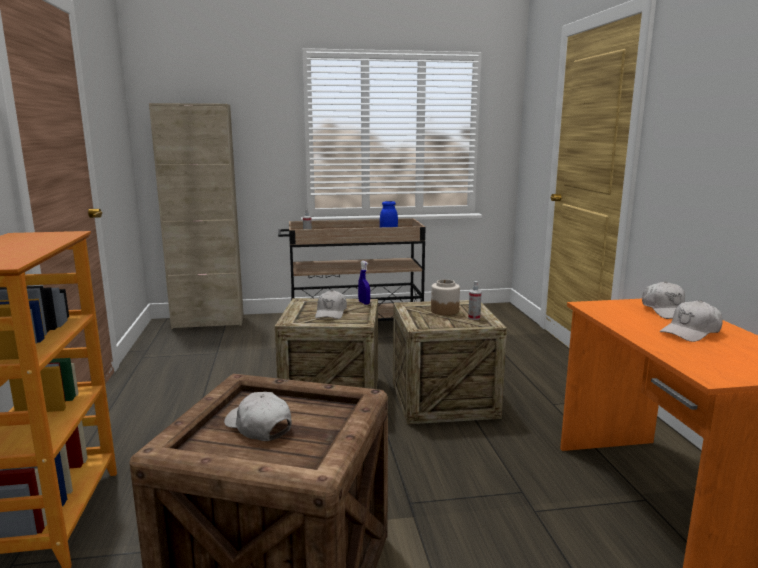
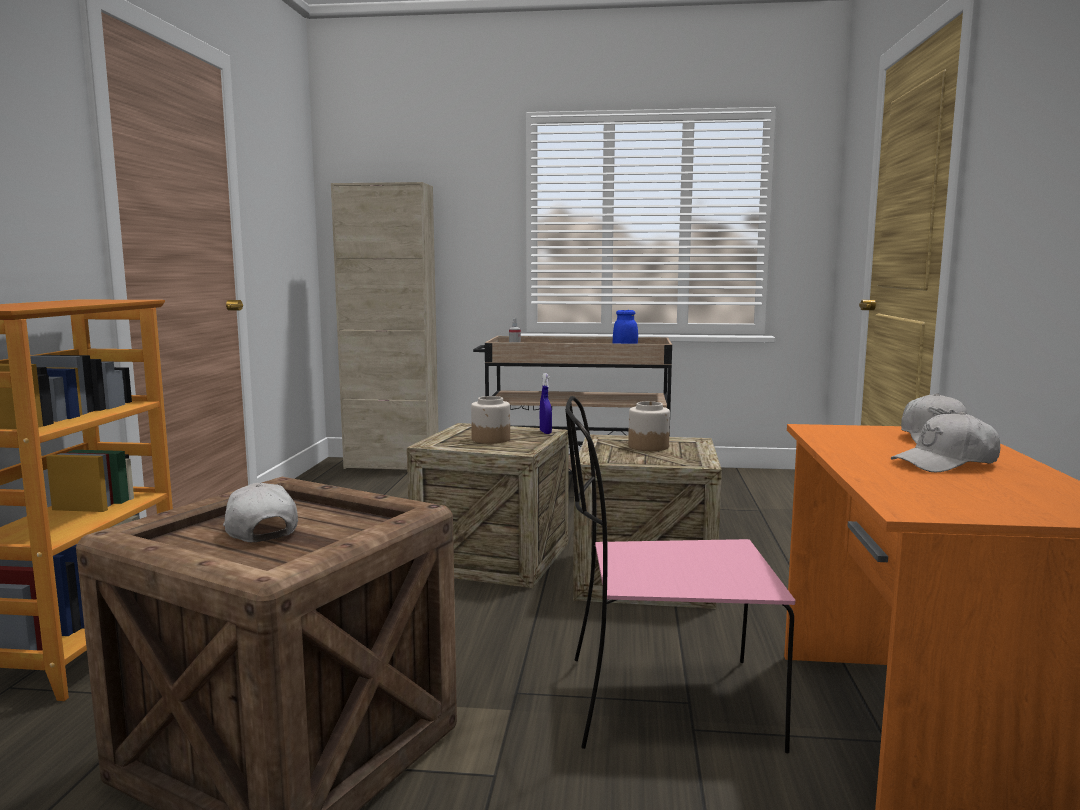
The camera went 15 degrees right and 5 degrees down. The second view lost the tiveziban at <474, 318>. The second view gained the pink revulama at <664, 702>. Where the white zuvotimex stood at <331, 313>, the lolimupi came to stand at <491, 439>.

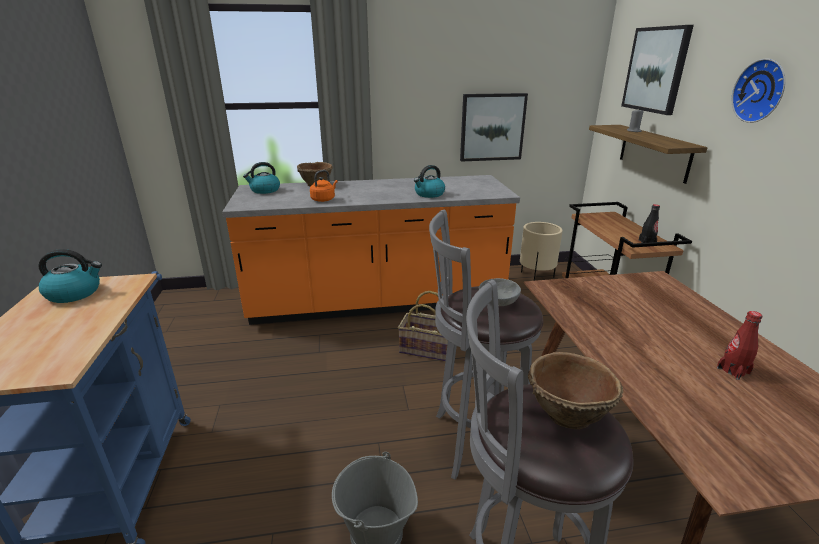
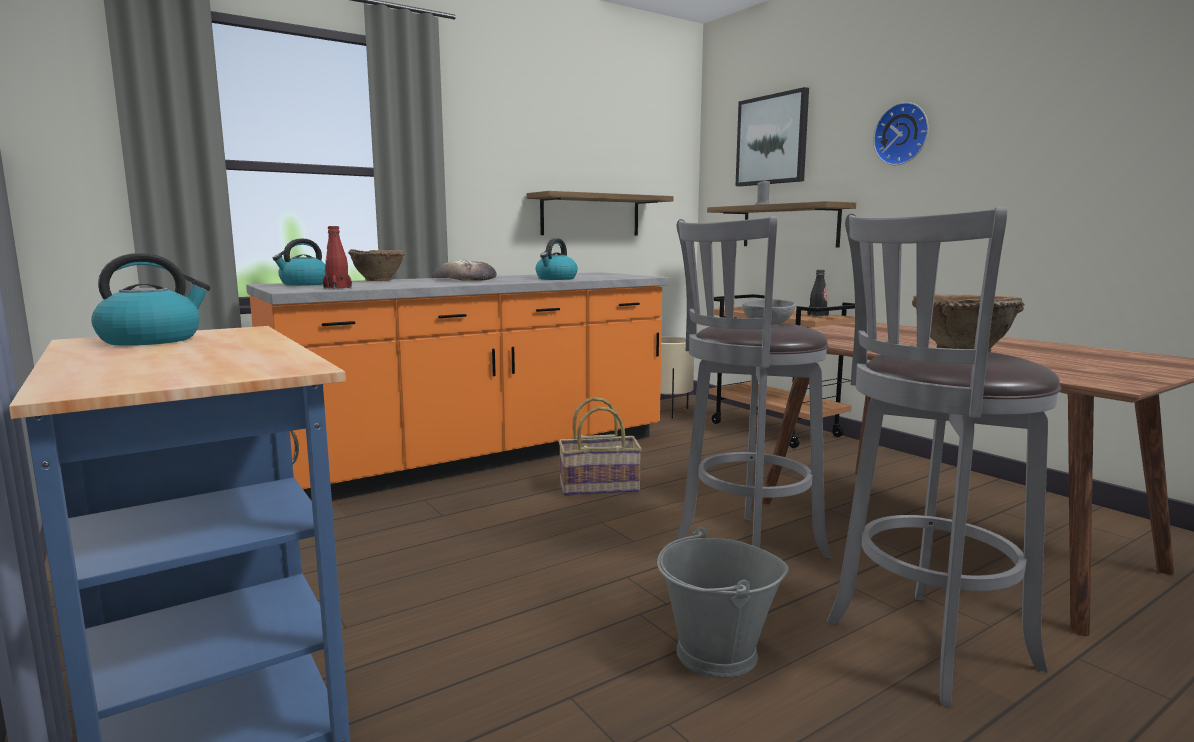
The camera went 25 degrees left and 15 degrees down. The second view lost the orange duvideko at <324, 199>. The second view gained the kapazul at <464, 279>. The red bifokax ended up elsewhere, having gone from <733, 370> to <337, 288>. Where the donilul hung at <492, 127>, the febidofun came to hang at <590, 215>.

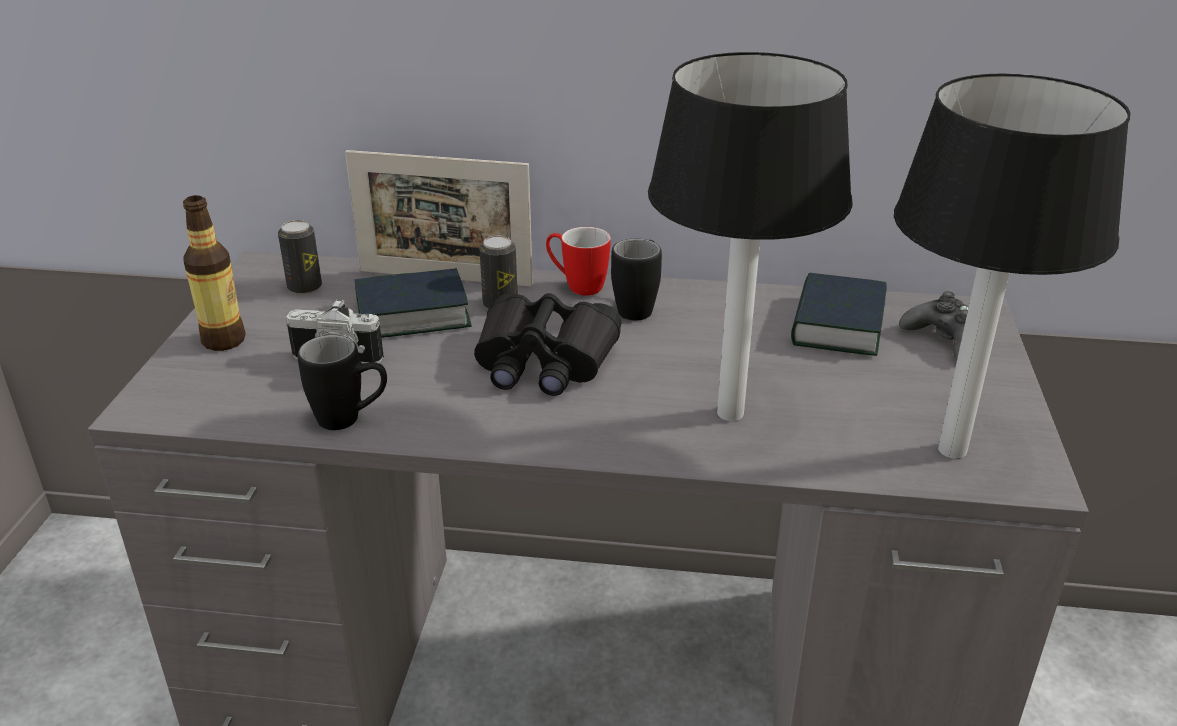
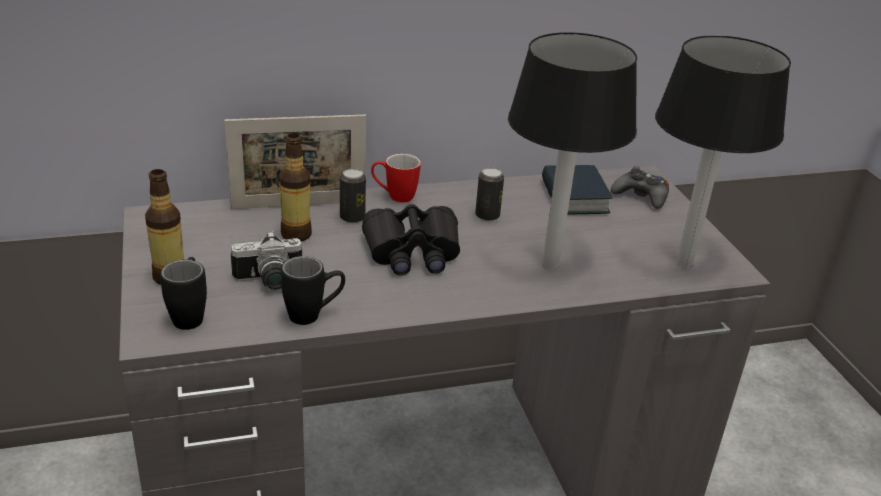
The camera went 25 degrees left and 0 degrees up. The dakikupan ended up elsewhere, having gone from <304, 287> to <487, 215>. The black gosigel ended up elsewhere, having gone from <639, 306> to <190, 314>. Where the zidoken stood at <412, 314>, the bifokax came to stand at <296, 234>.

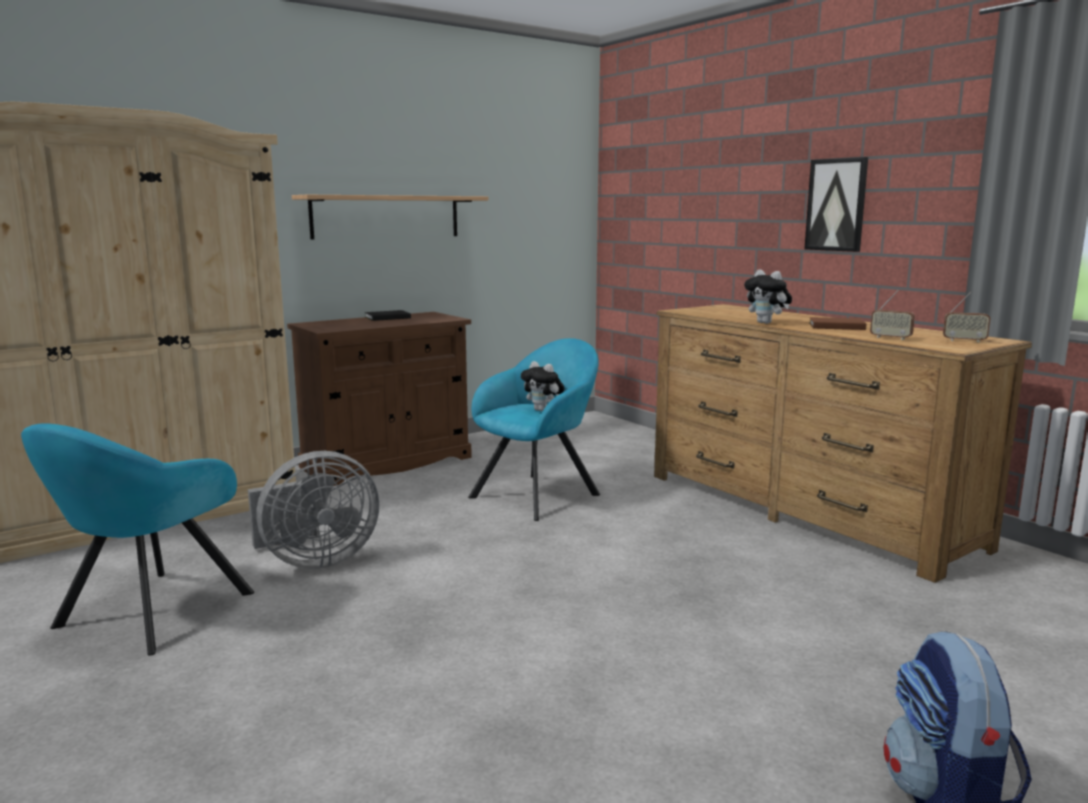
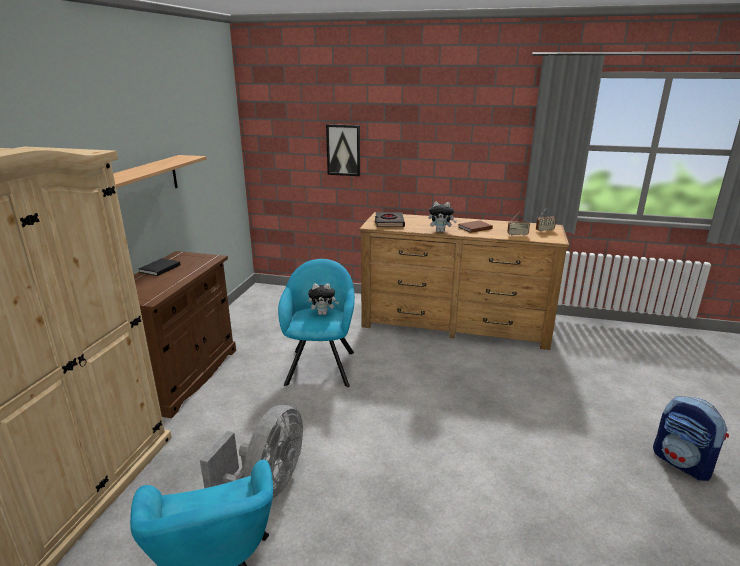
The camera went 40 degrees left and 10 degrees up. The second view gained the black zidoken at <389, 222>. The donilul ended up elsewhere, having gone from <836, 205> to <343, 150>.

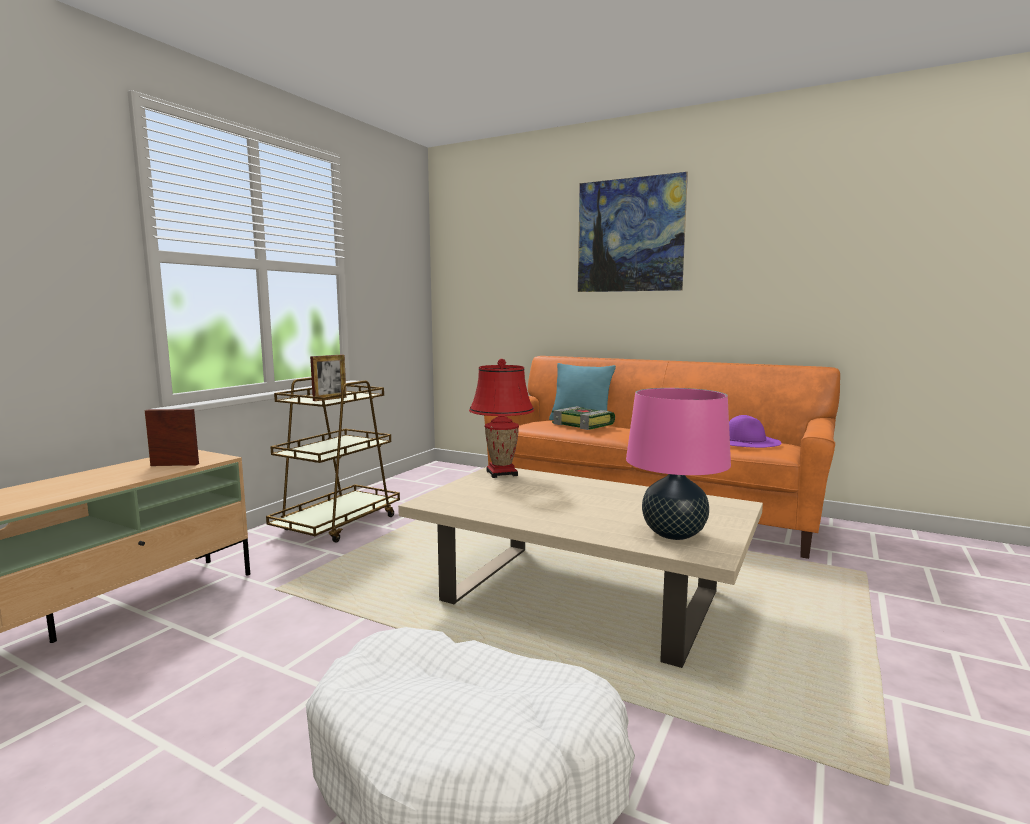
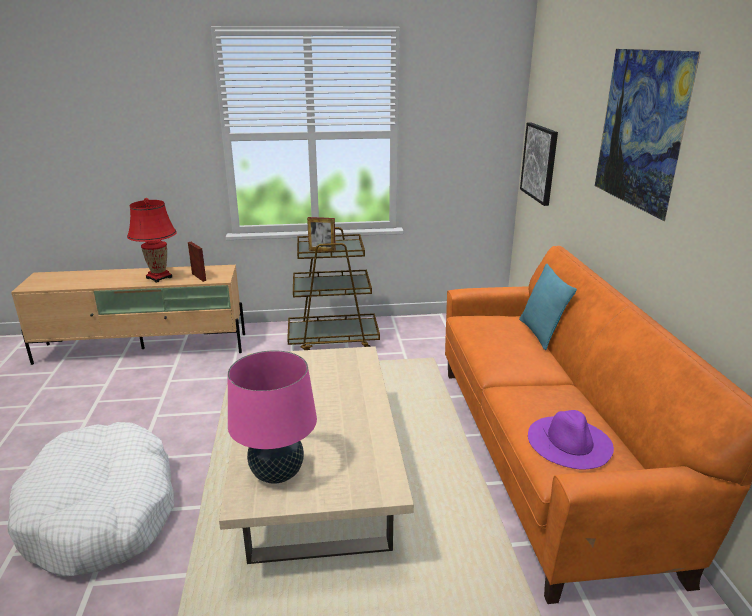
The camera went 55 degrees right and 15 degrees up. The second view lost the zidoken at <584, 424>. The second view gained the donilul at <539, 162>. The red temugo ended up elsewhere, having gone from <502, 473> to <159, 277>.

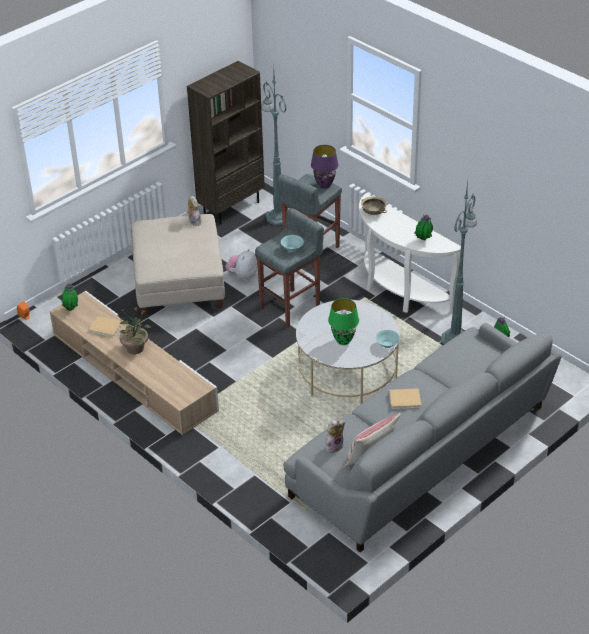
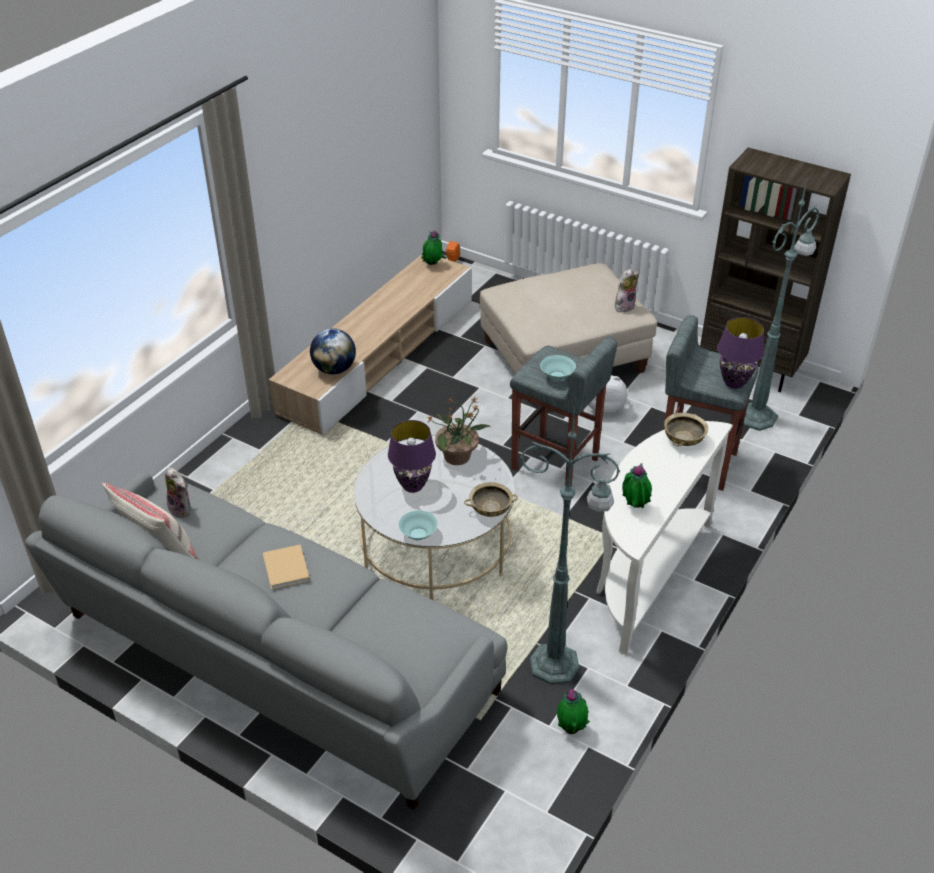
The camera went 75 degrees right and 0 degrees up. The second view lost the beige zidoken at <106, 328>. The second view gained the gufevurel at <334, 369>. The second view gained the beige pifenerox at <490, 509>. The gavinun ended up elsewhere, having gone from <135, 348> to <458, 456>. What was the green temugo at <343, 341> turned into the purple temugo at <413, 486>.

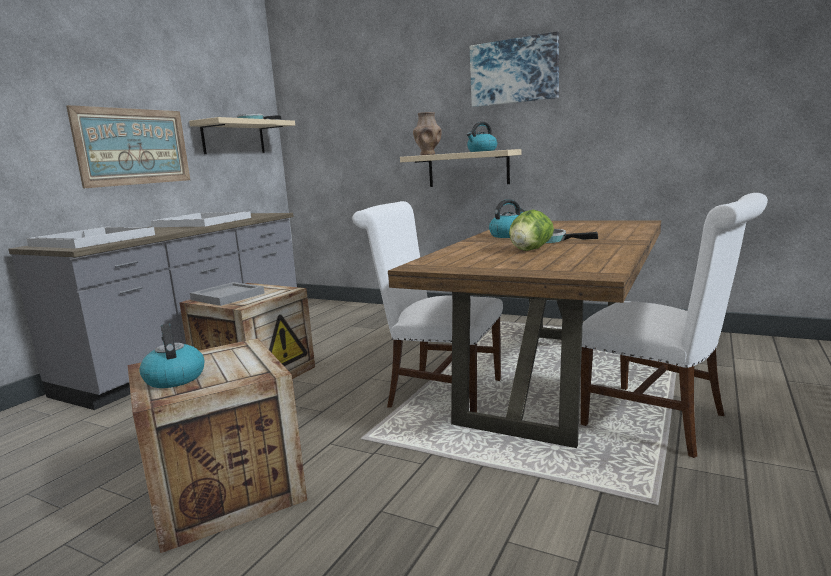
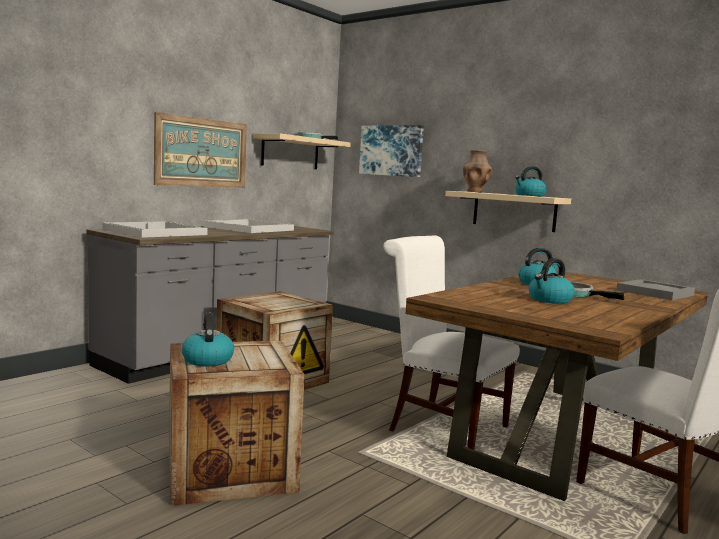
The camera went 10 degrees right and 5 degrees down. The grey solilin ended up elsewhere, having gone from <228, 296> to <654, 292>. The donilul ended up elsewhere, having gone from <514, 71> to <391, 150>. Where the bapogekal stood at <530, 250>, the duvideko came to stand at <549, 300>.

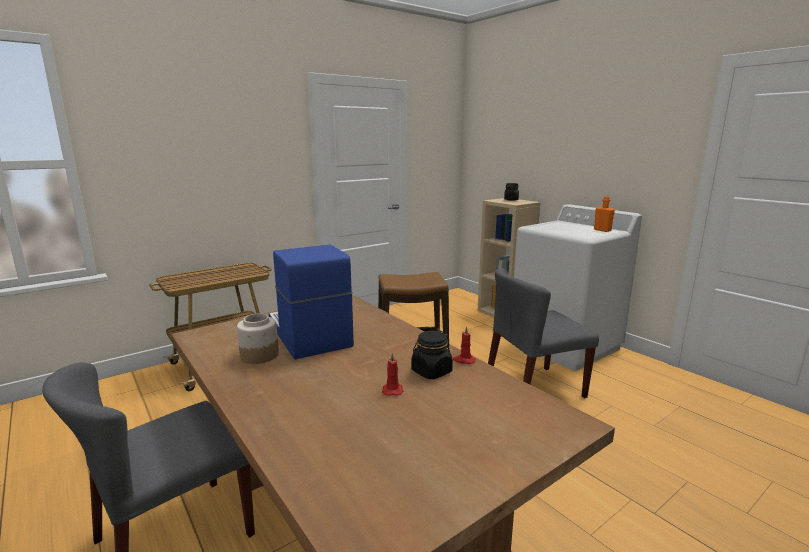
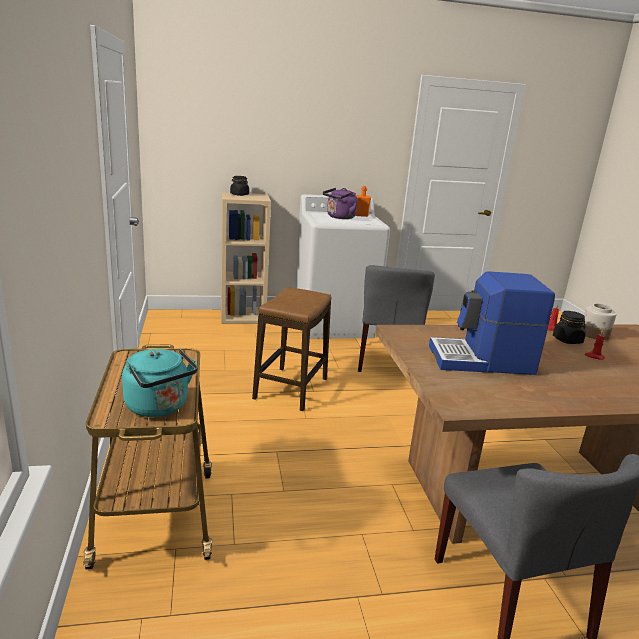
The camera went 65 degrees left and 5 degrees up. The second view gained the turquoise duvideko at <159, 407>. The second view gained the purple duvideko at <339, 217>. The lolimupi ended up elsewhere, having gone from <259, 355> to <594, 334>.

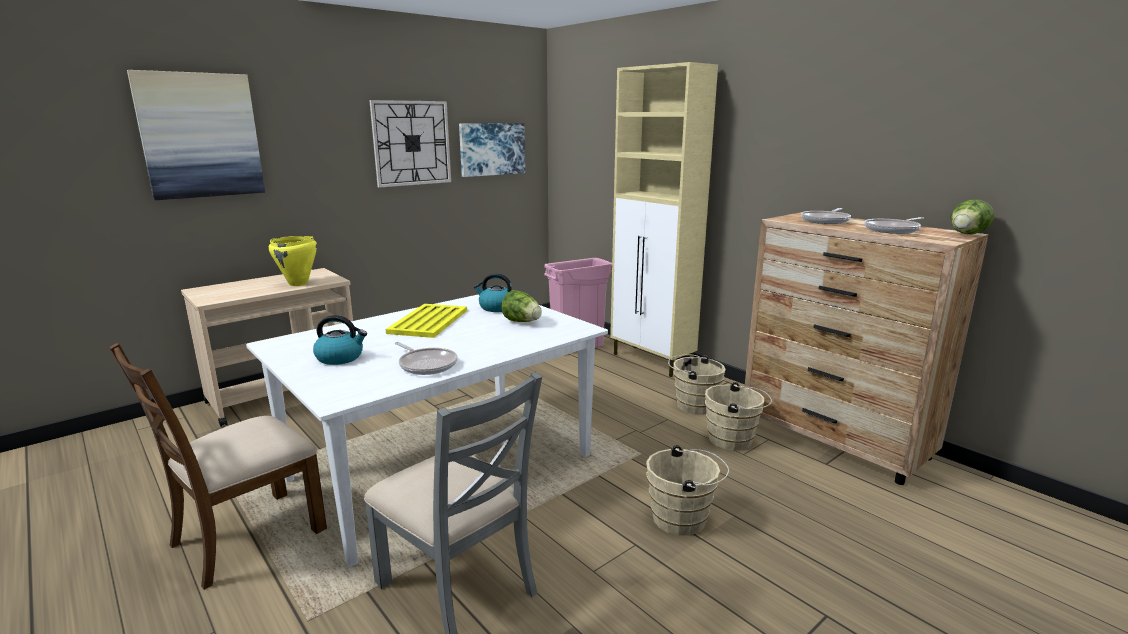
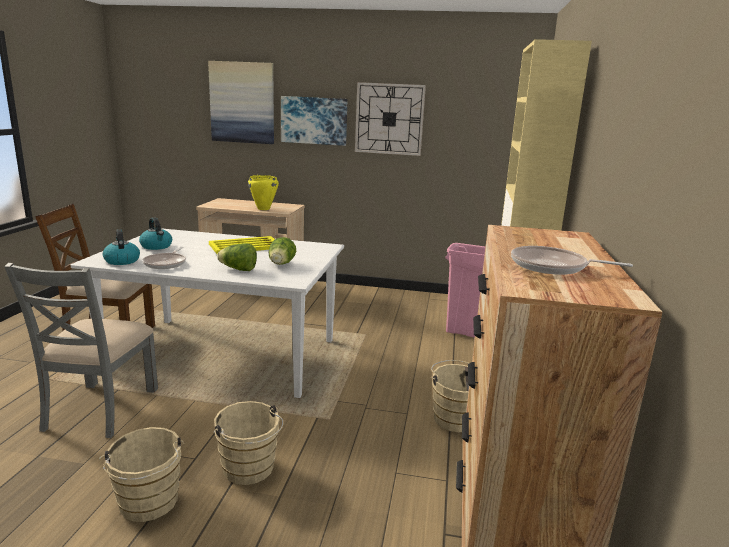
The camera went 50 degrees right and 0 degrees up. The second view lost the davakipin at <826, 221>. The donilul ended up elsewhere, having gone from <492, 149> to <314, 120>. The duvideko ended up elsewhere, having gone from <496, 308> to <122, 261>. The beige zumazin ended up elsewhere, having gone from <734, 440> to <148, 505>. The bapogekal ended up elsewhere, having gone from <966, 235> to <238, 269>.

